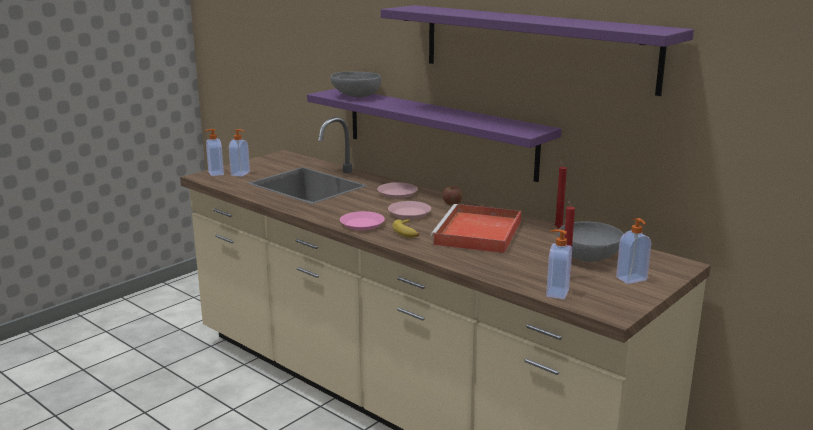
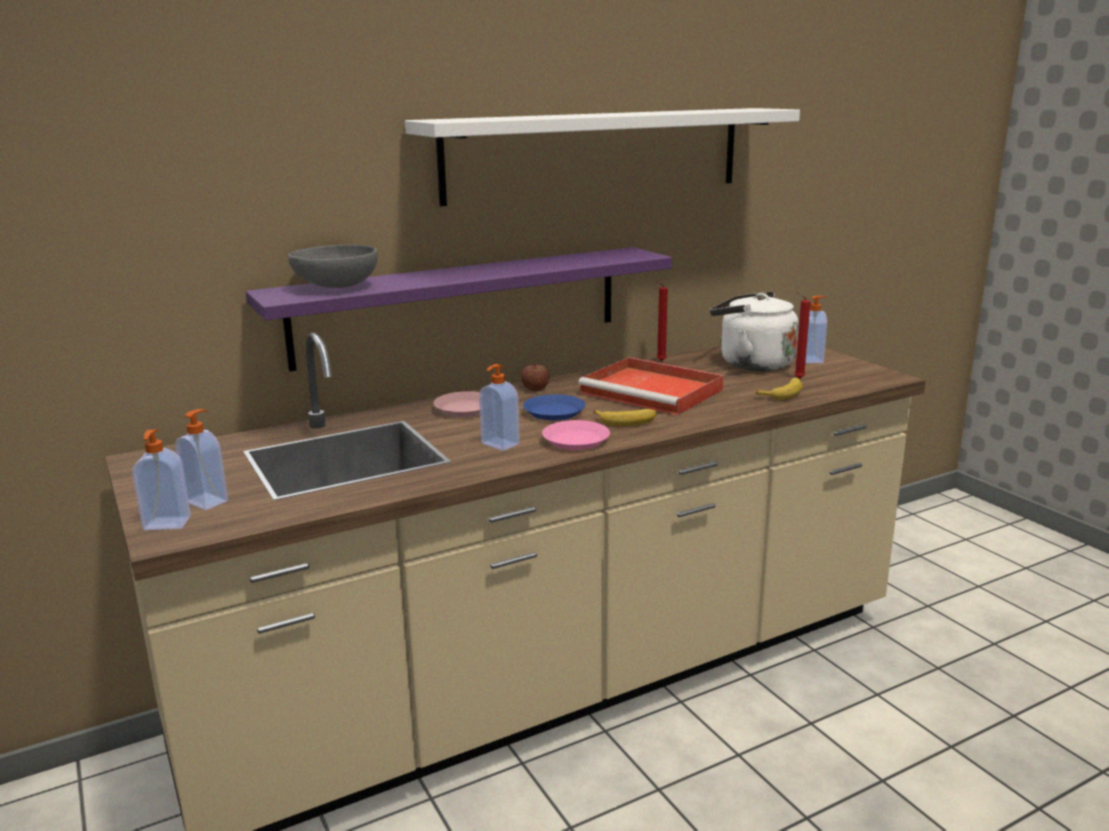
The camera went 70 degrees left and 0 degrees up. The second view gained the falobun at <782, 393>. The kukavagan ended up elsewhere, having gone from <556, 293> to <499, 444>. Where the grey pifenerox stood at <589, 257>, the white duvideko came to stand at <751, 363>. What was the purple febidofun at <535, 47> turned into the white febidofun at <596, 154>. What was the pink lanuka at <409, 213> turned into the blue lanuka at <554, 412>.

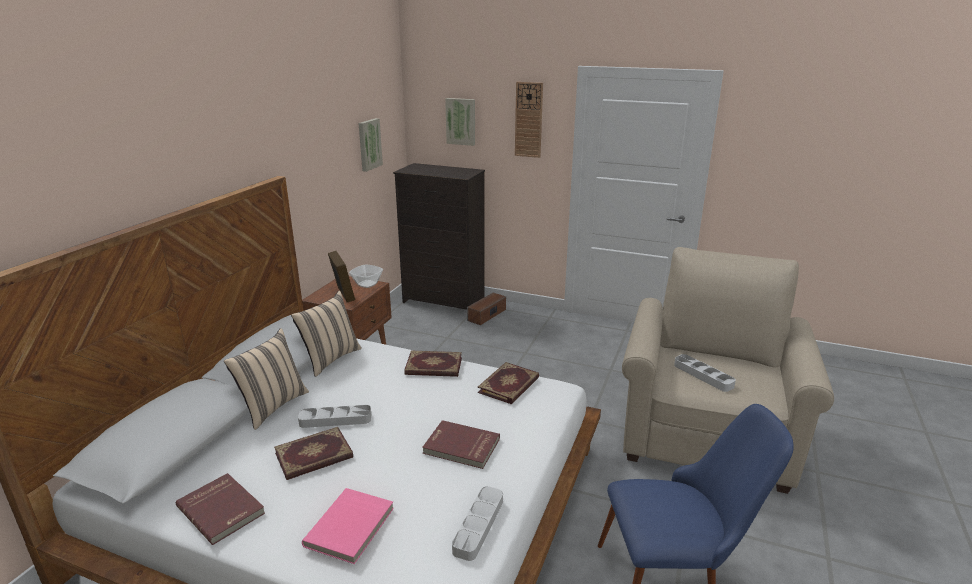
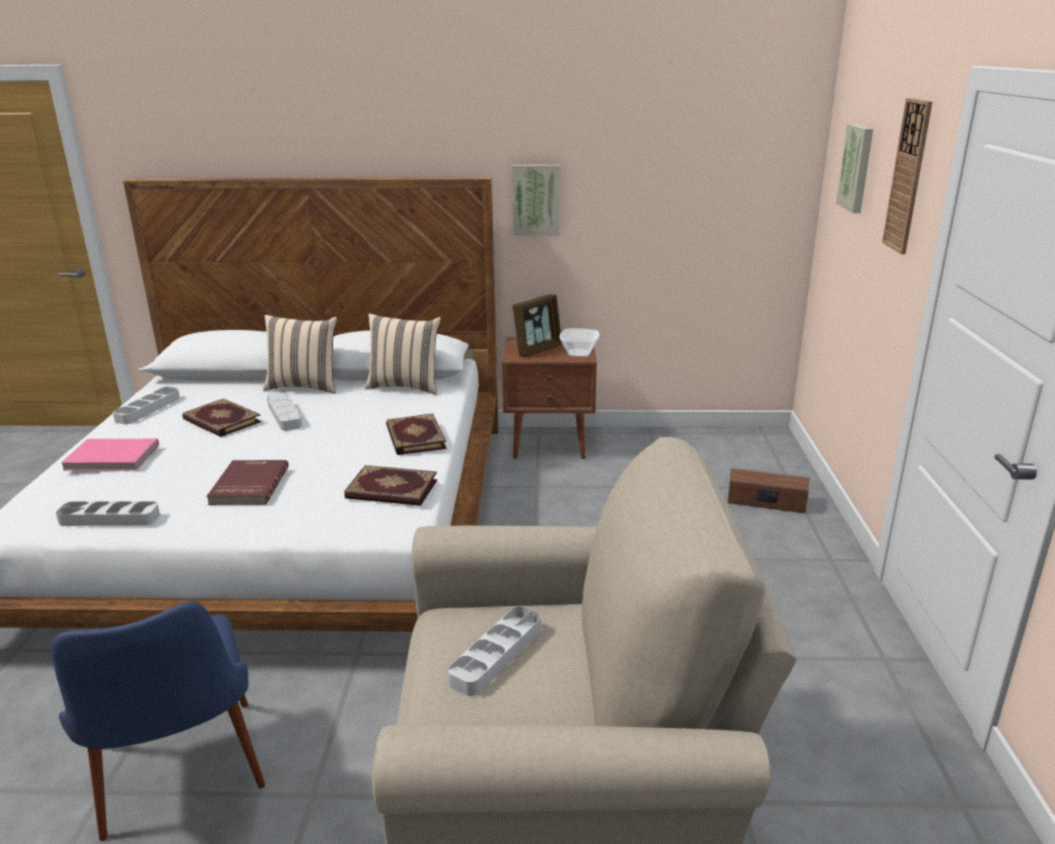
The camera went 70 degrees right and 0 degrees up. The second view lost the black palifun at <444, 301>. The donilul ended up elsewhere, having gone from <369, 144> to <536, 200>. Where the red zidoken stood at <222, 509>, the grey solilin came to stand at <148, 409>.

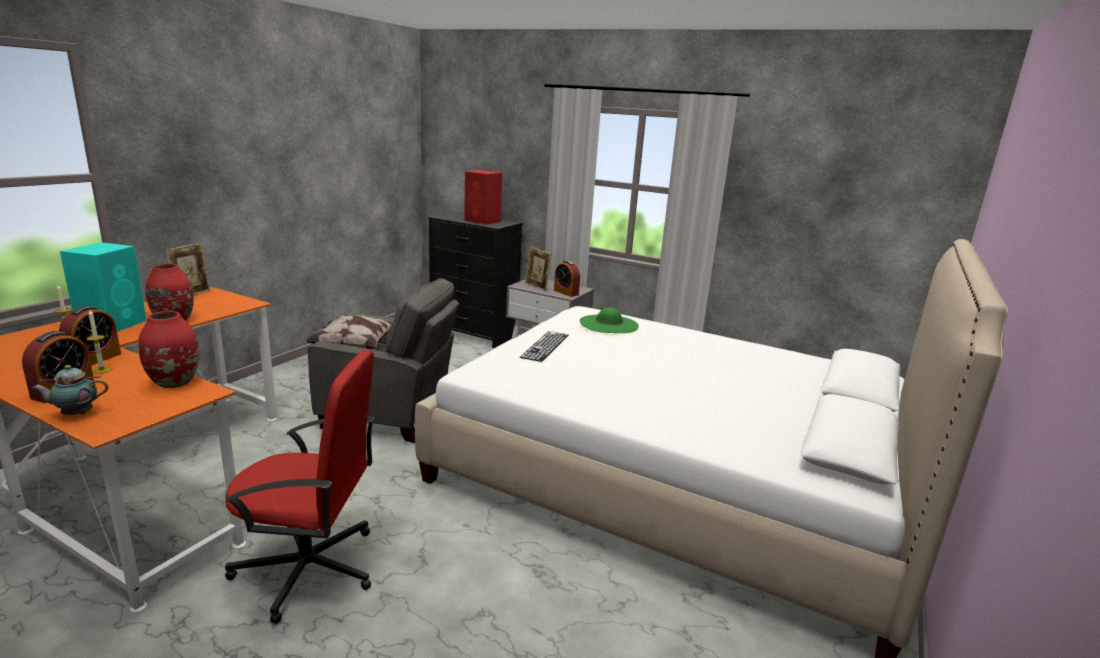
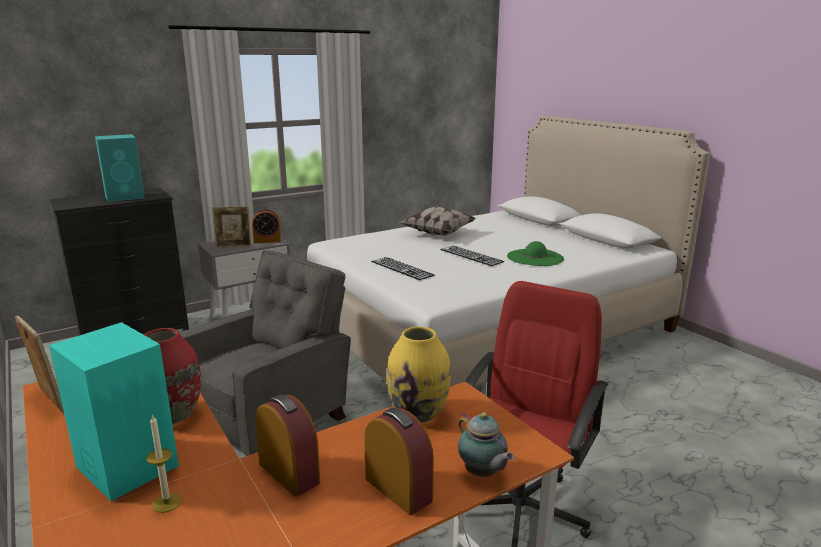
The camera went 60 degrees left and 0 degrees up. The second view lost the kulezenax at <102, 370>. The second view gained the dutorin at <471, 255>. The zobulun ended up elsewhere, having gone from <356, 347> to <437, 233>. The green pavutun ended up elsewhere, having gone from <608, 324> to <535, 257>. What was the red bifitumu at <175, 382> turned into the yellow bifitumu at <419, 413>. What was the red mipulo at <483, 221> turned into the turquoise mipulo at <126, 197>. The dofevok at <75, 414> ended up facing another way, 45 degrees counterclockwise from before.

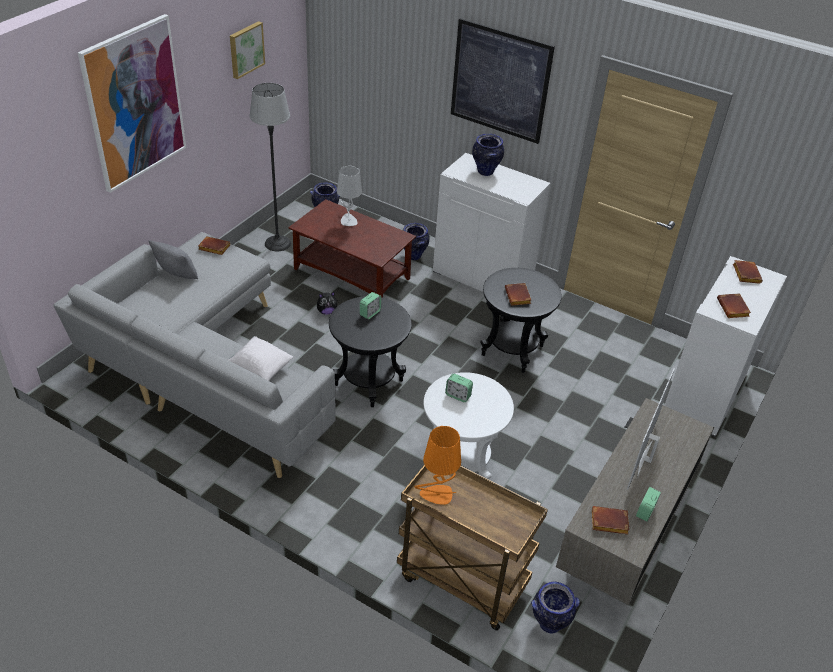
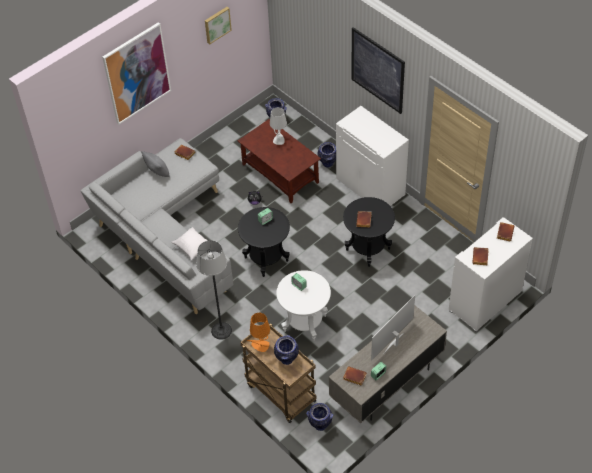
The camera went 20 degrees right and 10 degrees up. The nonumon ended up elsewhere, having gone from <277, 243> to <221, 330>. The bifitumu ended up elsewhere, having gone from <485, 172> to <287, 360>.

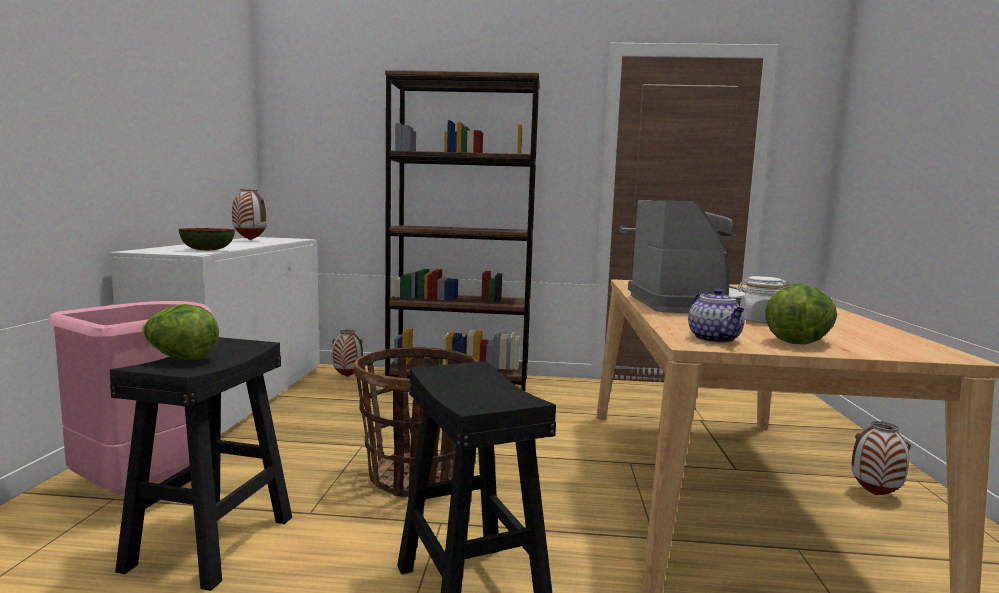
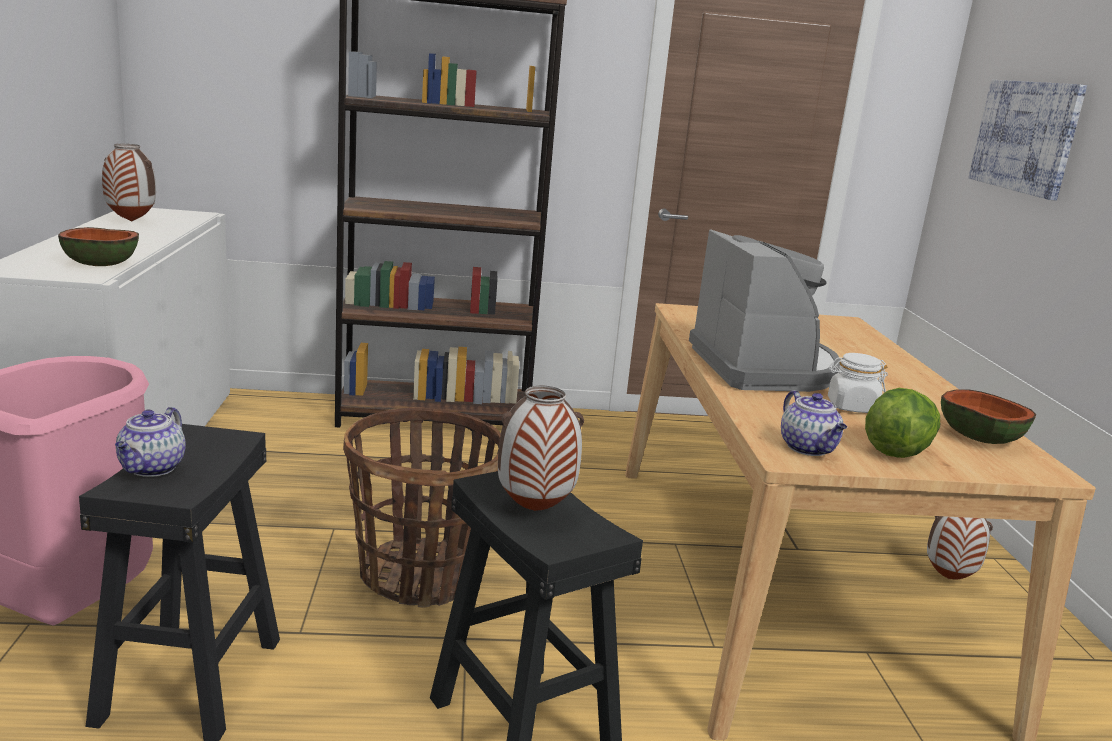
The camera went 10 degrees left and 10 degrees up. The second view gained the pifenerox at <978, 438>. The second view gained the donilul at <1025, 136>. The bifitumu ended up elsewhere, having gone from <347, 377> to <533, 511>. Where the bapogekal stood at <180, 358>, the dofevok came to stand at <152, 468>.

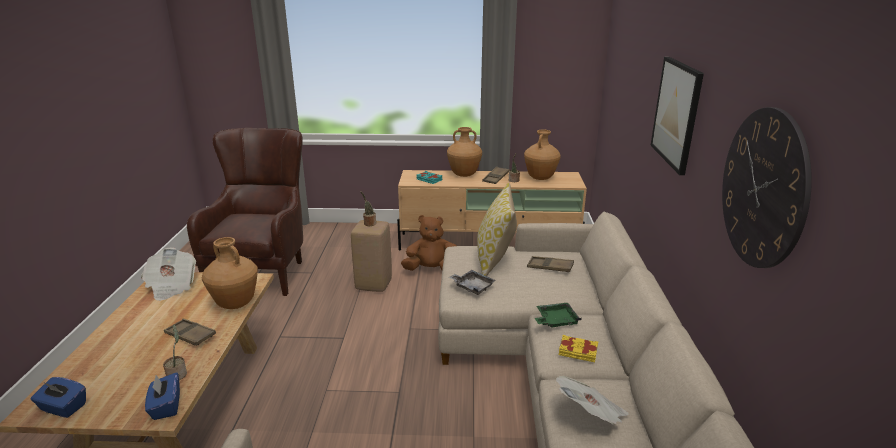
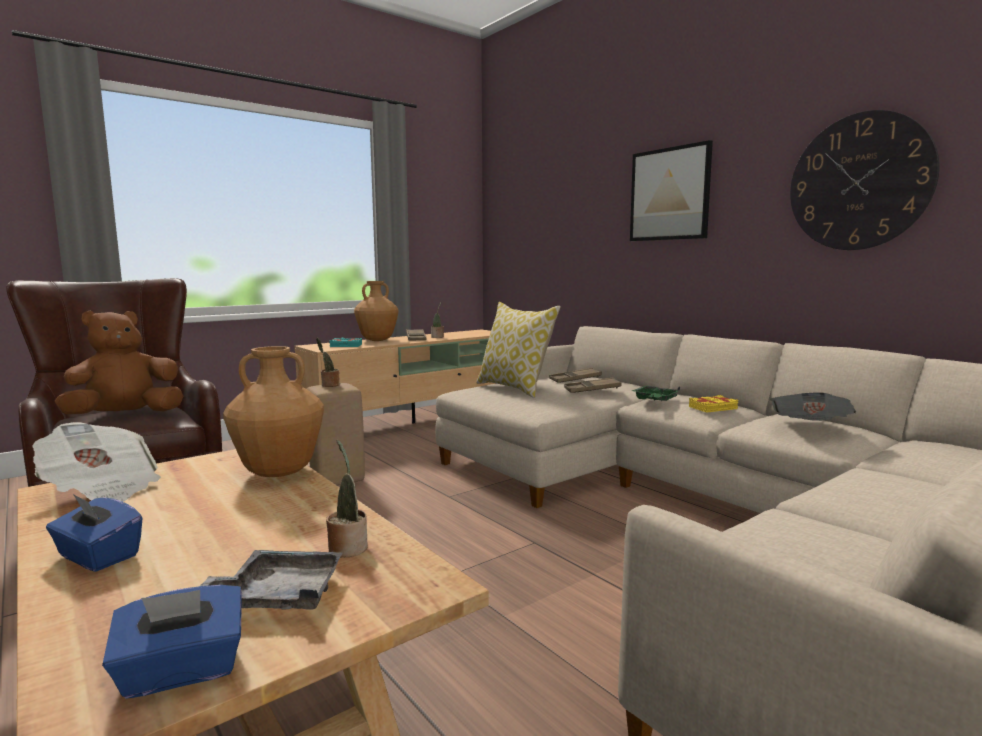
The camera went 40 degrees left and 15 degrees down. The second view lost the brown bifitumu at <540, 178>. The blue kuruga ended up elsewhere, having gone from <166, 406> to <97, 556>. The brown solilin ended up elsewhere, having gone from <190, 335> to <592, 390>. The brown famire ended up elsewhere, having gone from <431, 270> to <125, 416>. The grey solilin ended up elsewhere, having gone from <472, 286> to <279, 595>.

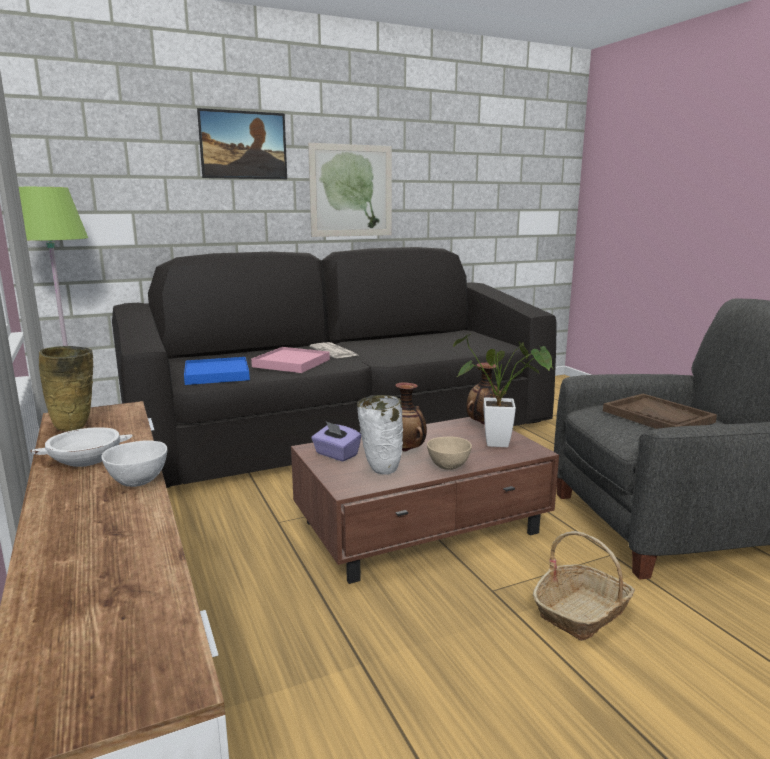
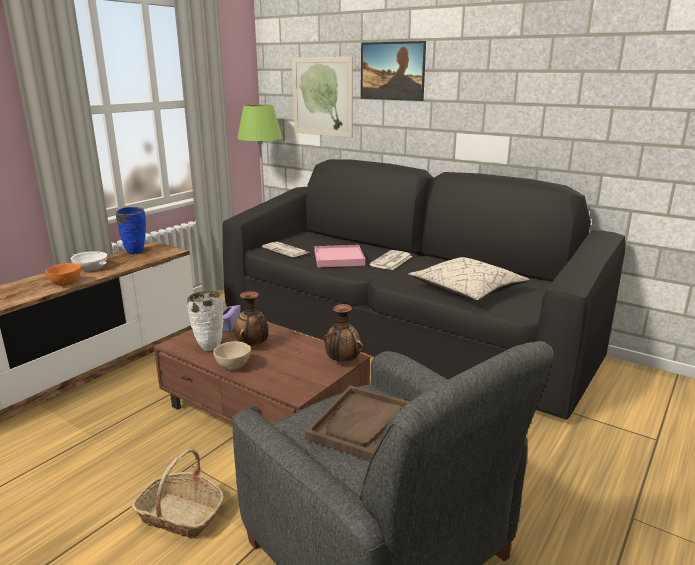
The camera went 60 degrees right and 5 degrees up. The second view lost the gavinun at <504, 444>. The second view gained the beige zobulun at <467, 291>. The donilul ended up elsewhere, having gone from <351, 191> to <322, 96>. Where the blue solilin stood at <217, 374>, the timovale came to stand at <286, 250>. What was the beige bifitumu at <75, 428> turned into the blue bifitumu at <135, 252>. What was the white pifenerox at <139, 481> turned into the orange pifenerox at <66, 284>.

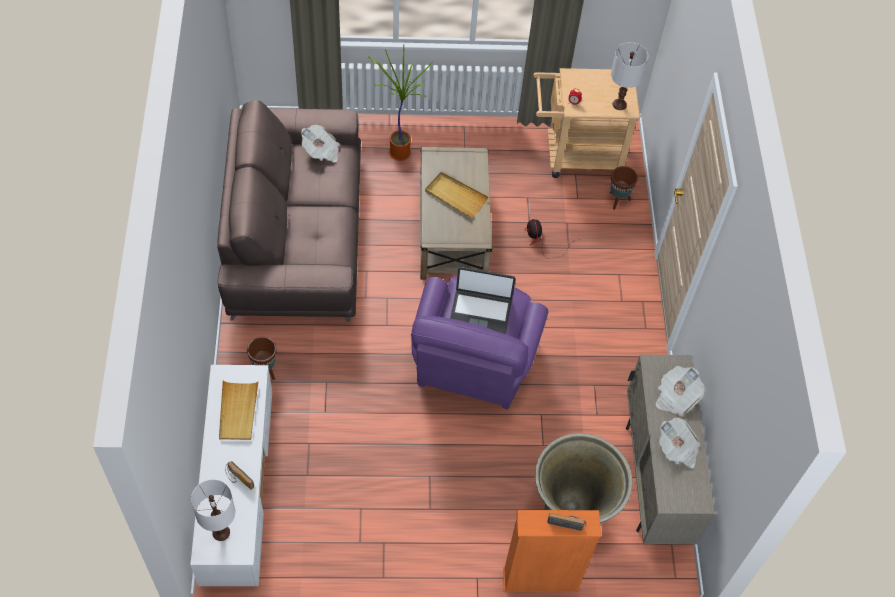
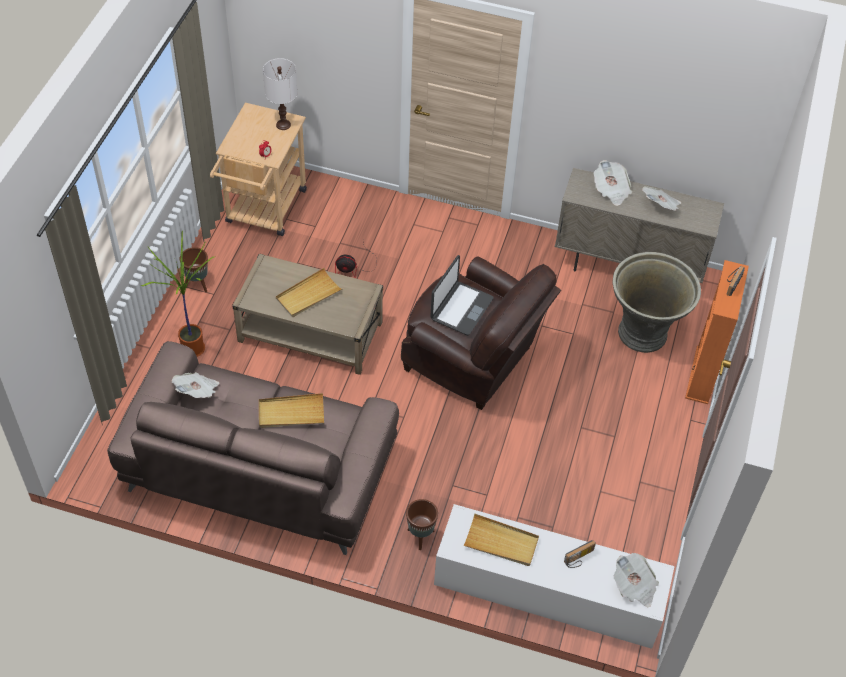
The camera went 70 degrees left and 5 degrees down. The second view gained the beige solilin at <291, 413>. The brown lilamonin ended up elsewhere, having gone from <617, 200> to <197, 285>. Where the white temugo stood at <221, 533>, the timovale came to stand at <634, 586>. What was the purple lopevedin at <472, 365> turned into the brown lopevedin at <473, 361>.

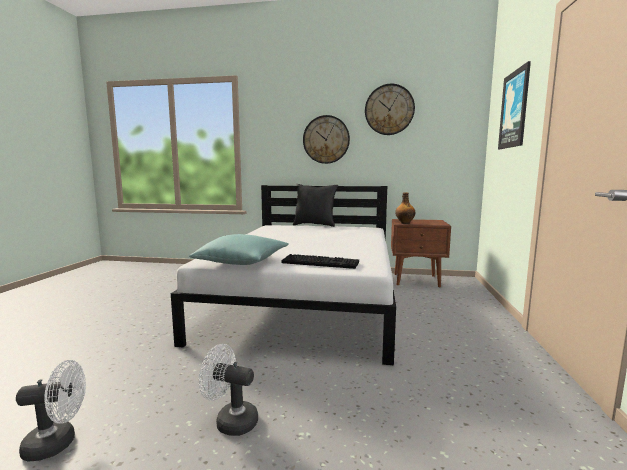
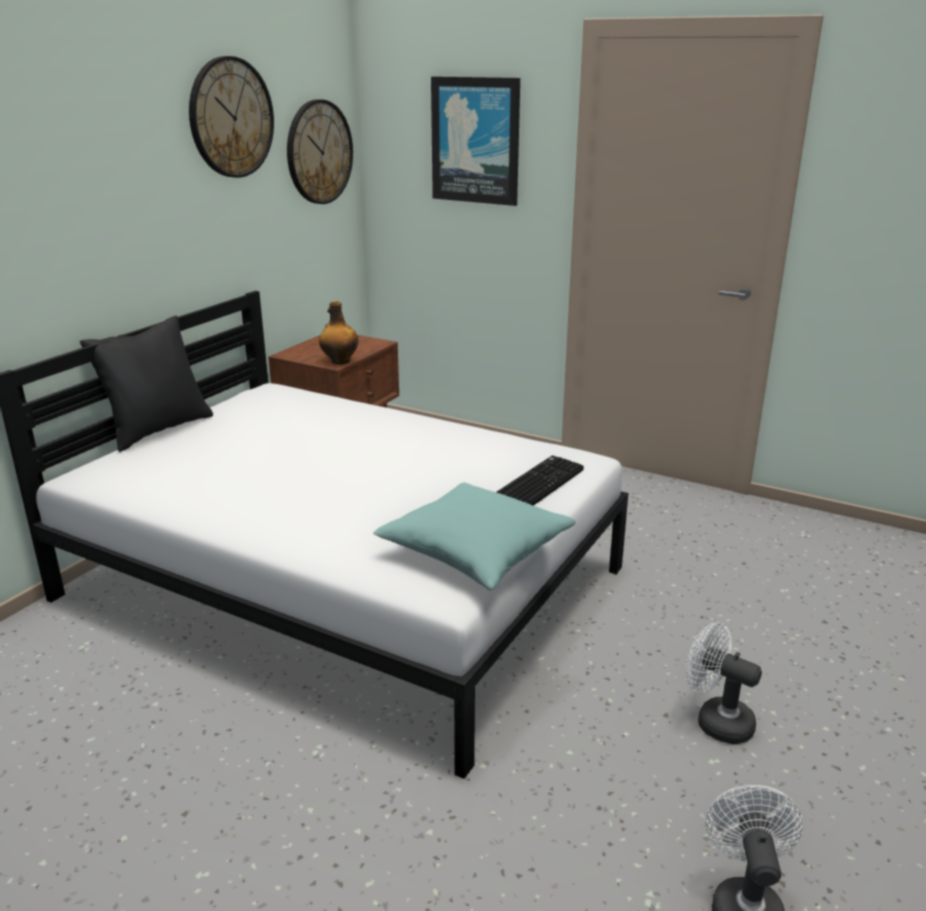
The camera went 70 degrees left and 15 degrees up. The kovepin ended up elsewhere, having gone from <326, 139> to <319, 152>. The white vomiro at <230, 421> ended up facing another way, 90 degrees clockwise from before.

